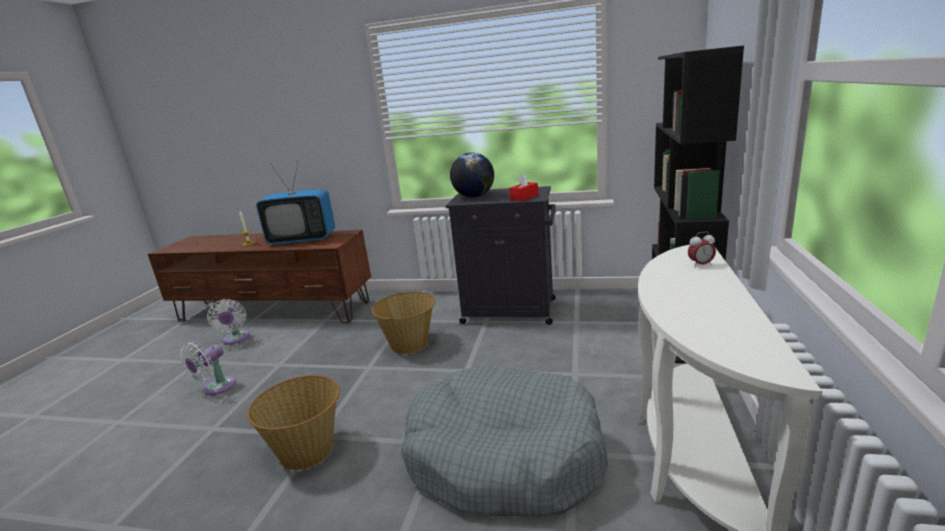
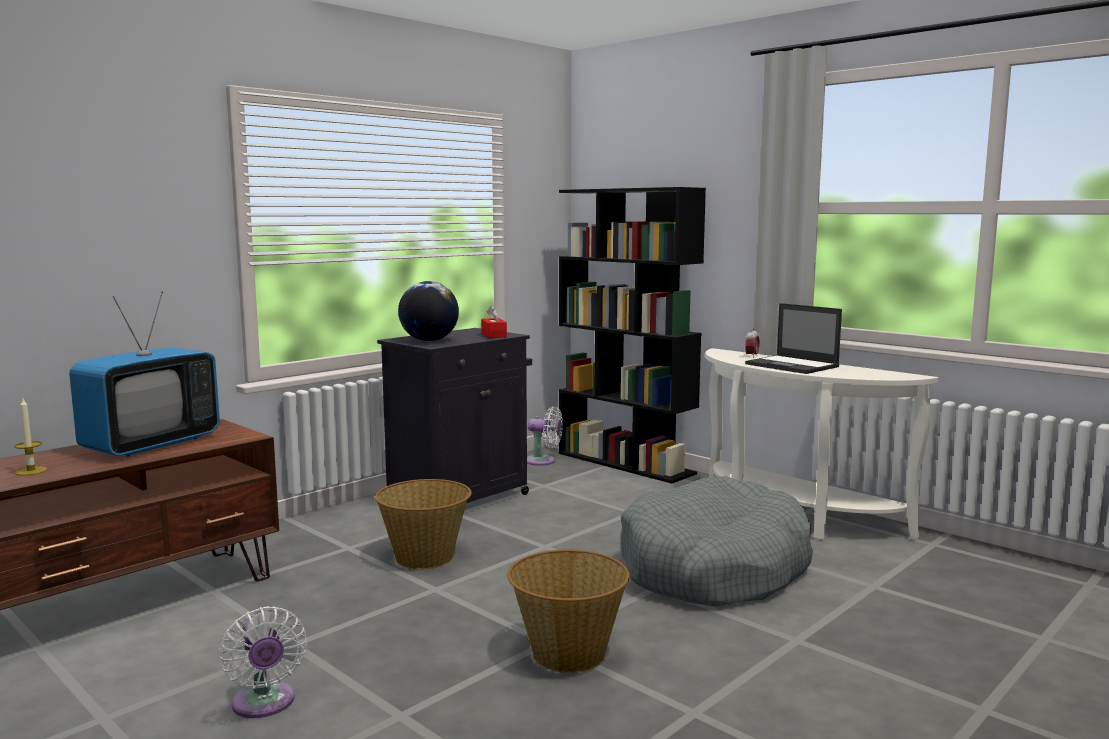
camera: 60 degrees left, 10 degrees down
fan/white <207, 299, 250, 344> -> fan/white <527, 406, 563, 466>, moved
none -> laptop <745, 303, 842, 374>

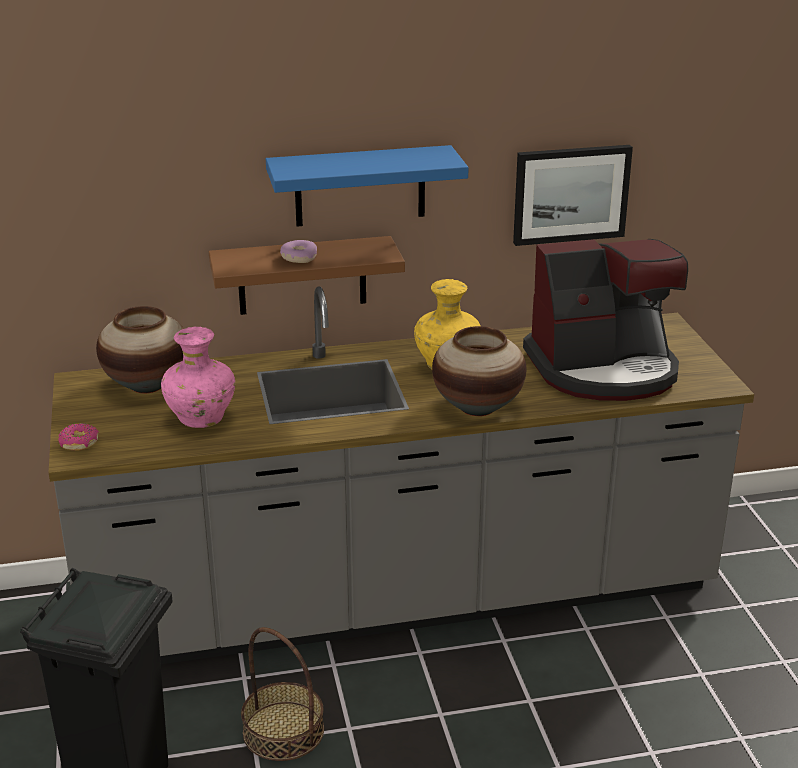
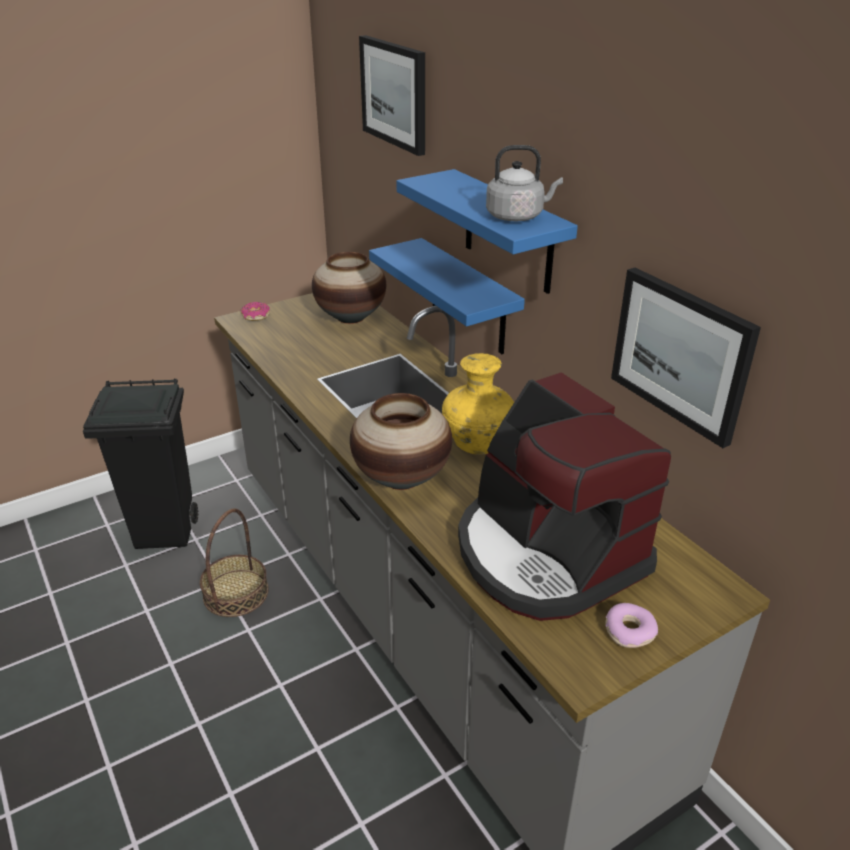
camera: 70 degrees right, 5 degrees up
vase/pink <161, 326, 235, 428> -> none
shelf/brown <209, 236, 405, 315> -> shelf/blue <369, 238, 525, 354>
donut <280, 240, 317, 263> -> donut <606, 603, 658, 648>, moved
none -> picture <359, 35, 425, 156>
none -> kettle/grey <486, 145, 563, 221>

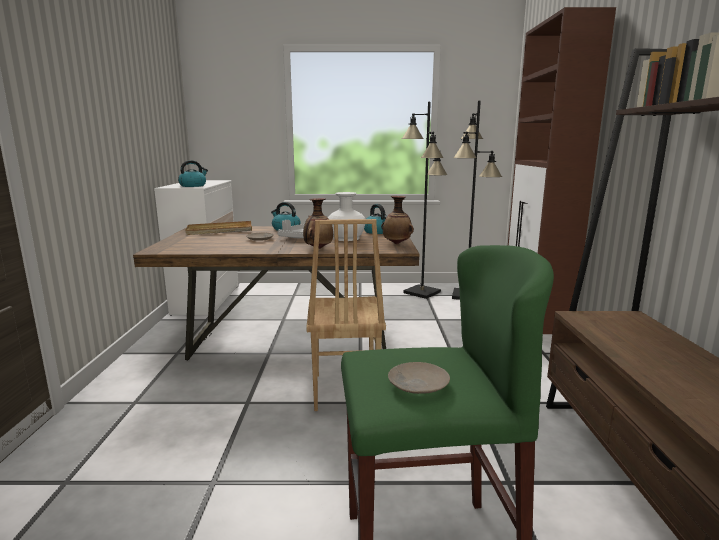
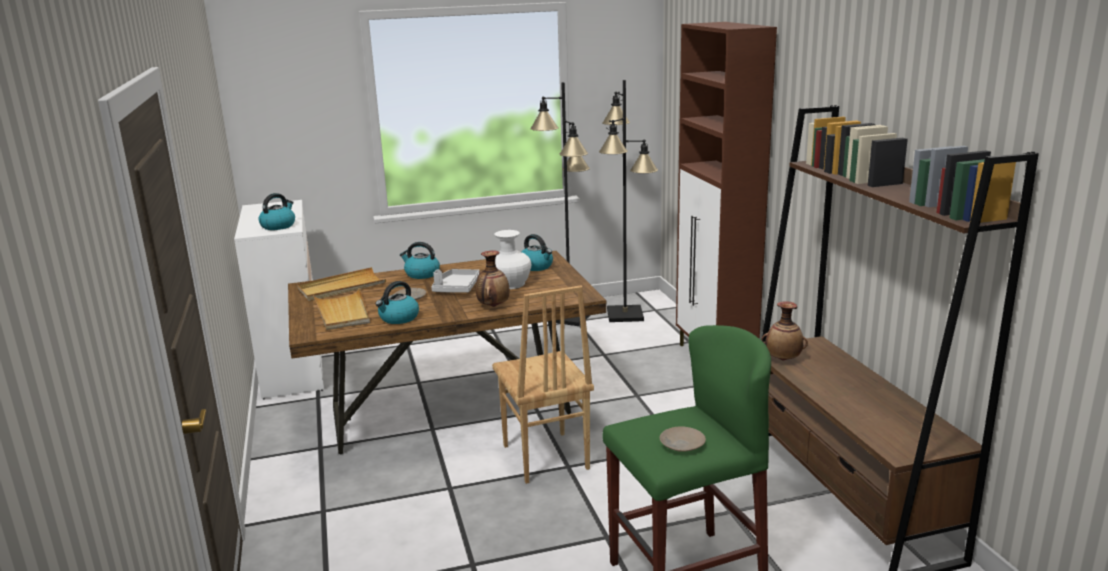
camera: 15 degrees left, 5 degrees up
vase <381, 196, 414, 244> -> vase <762, 301, 808, 361>, moved
none -> tray/beige <313, 288, 370, 330>
none -> kettle <375, 281, 419, 324>

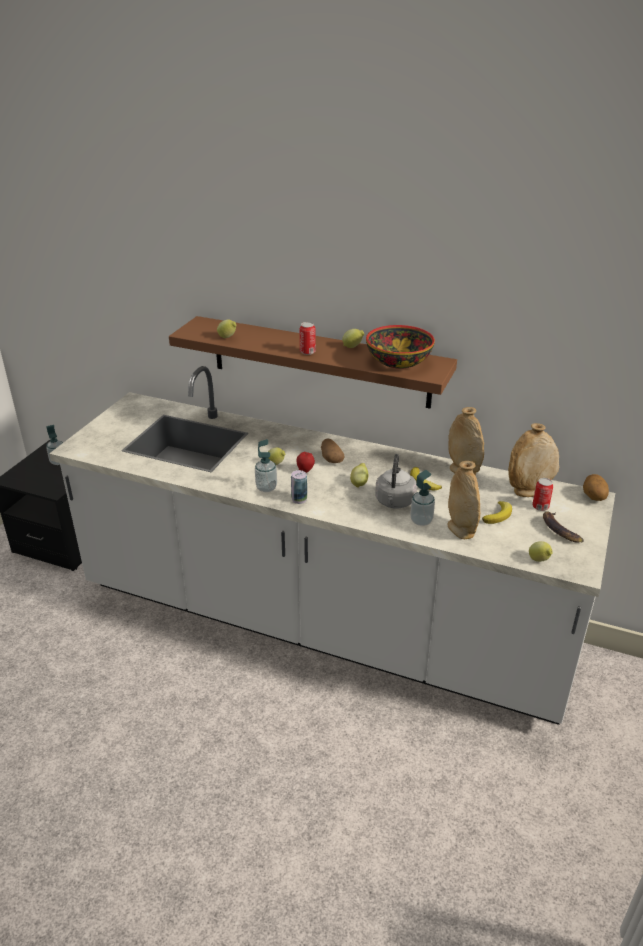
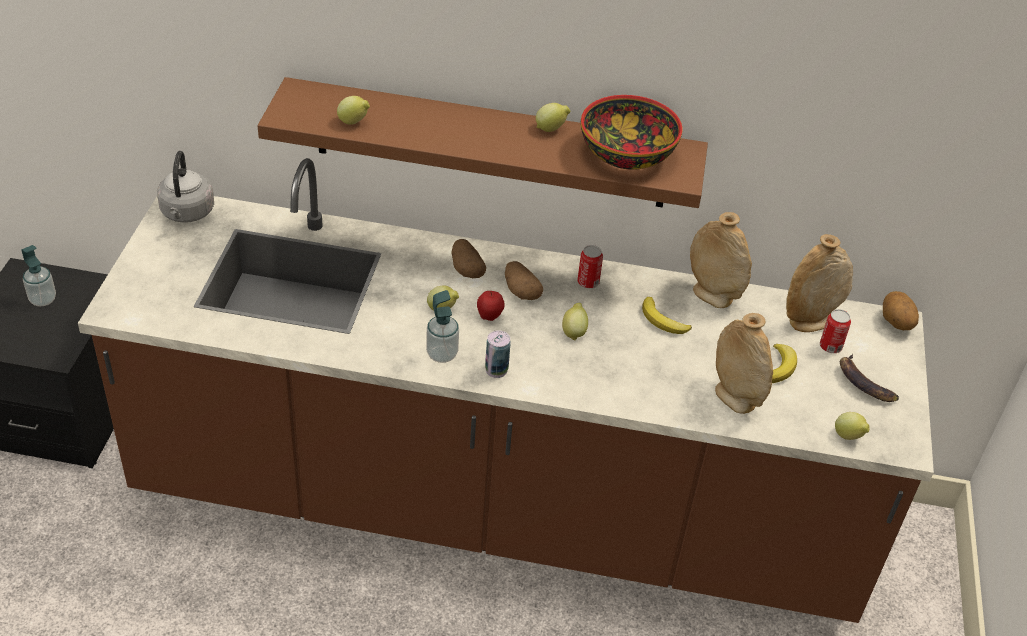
camera: 15 degrees left, 10 degrees up
counter/white <49, 366, 615, 725> -> counter/brown <78, 158, 934, 623>
can <300, 322, 316, 355> -> can <578, 245, 603, 288>, moved
kettle/grey <375, 454, 417, 508> -> kettle/grey <157, 151, 214, 223>, moved
soap dispenser <410, 470, 435, 526> -> none
none -> potato <451, 239, 486, 278>

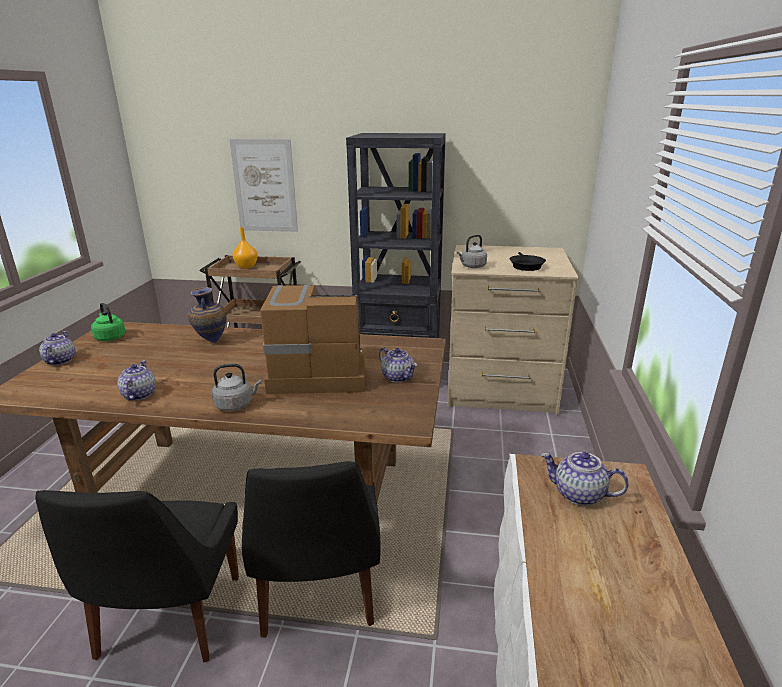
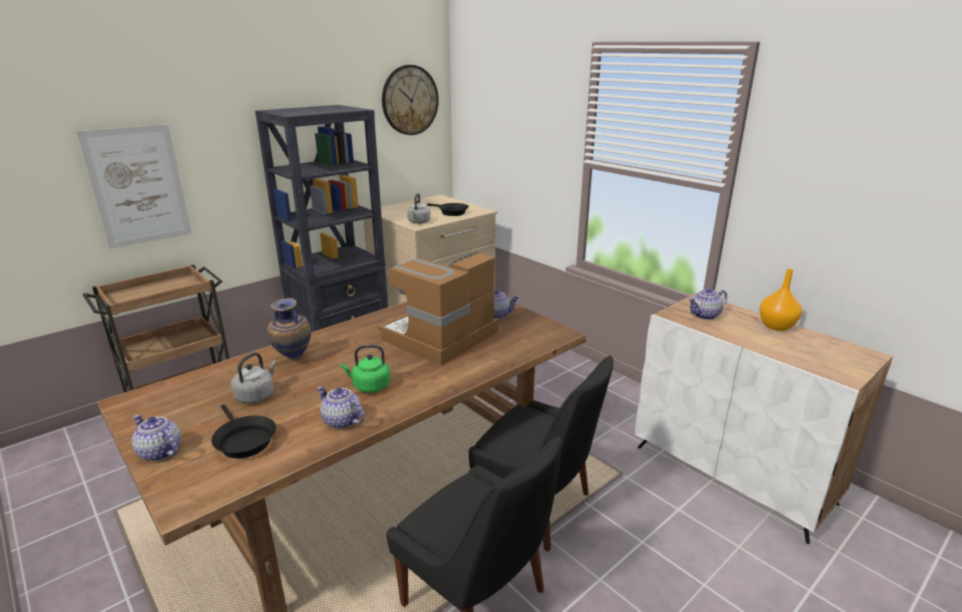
camera: 50 degrees left, 0 degrees up
kettle/green <91, 303, 125, 341> -> kettle/green <341, 345, 390, 393>, moved
kettle/grey <211, 364, 261, 411> -> kettle/grey <231, 352, 276, 403>, moved
vase/orange <233, 227, 258, 269> -> vase/orange <759, 269, 802, 331>, moved
none -> frying pan/black <211, 405, 276, 458>
none -> wall clock <382, 65, 439, 135>

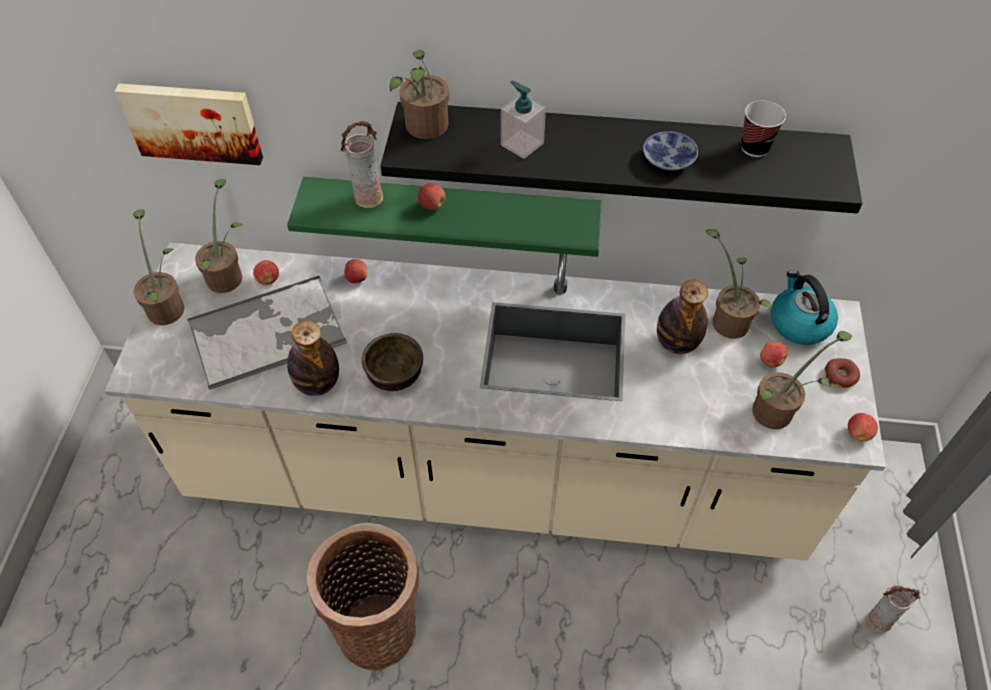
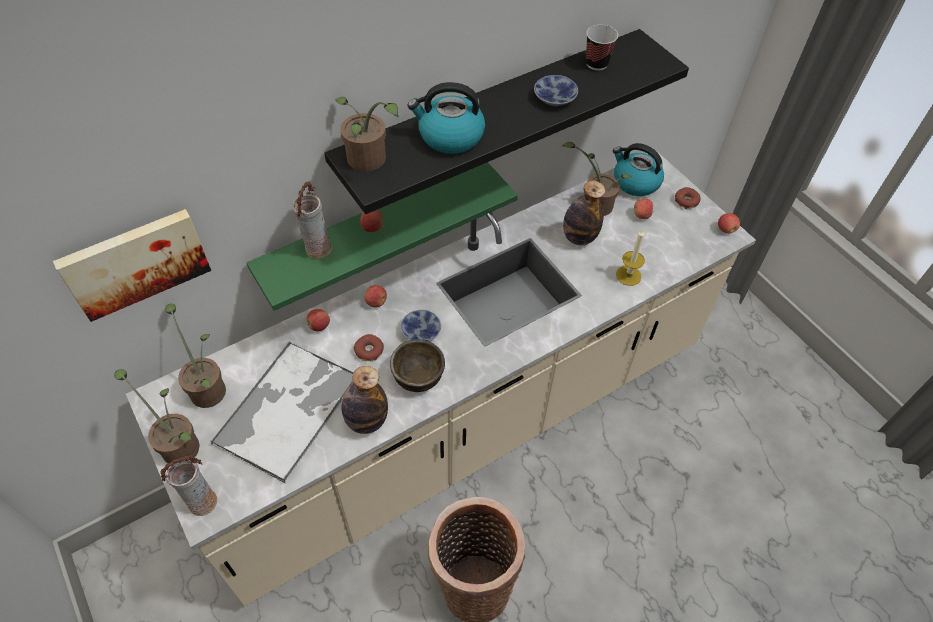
camera: 40 degrees left, 0 degrees up
apple <253, 260, 279, 285> -> apple <364, 285, 387, 308>, moved
soap dispenser <501, 81, 546, 159> -> kettle <408, 82, 485, 154>
potted plant <752, 331, 852, 429> -> none
vase <868, 584, 920, 632> -> vase <160, 455, 217, 516>, moved
none -> donut <354, 334, 384, 361>
none -> bowl <401, 310, 441, 342>
none -> candle <616, 229, 645, 286>

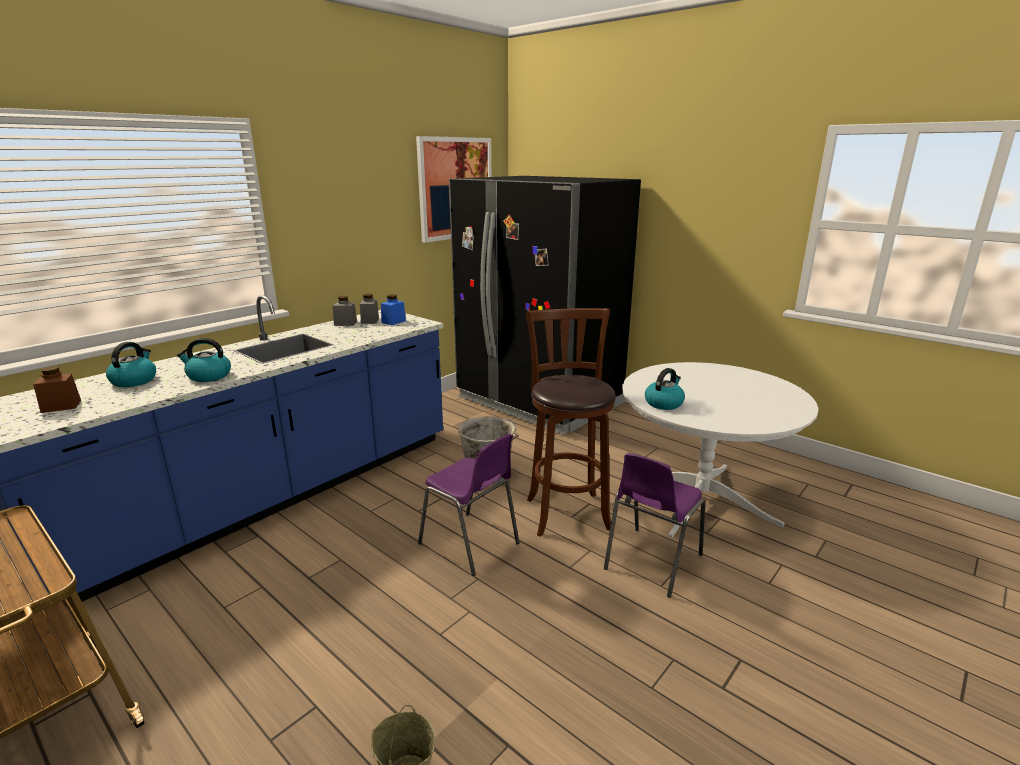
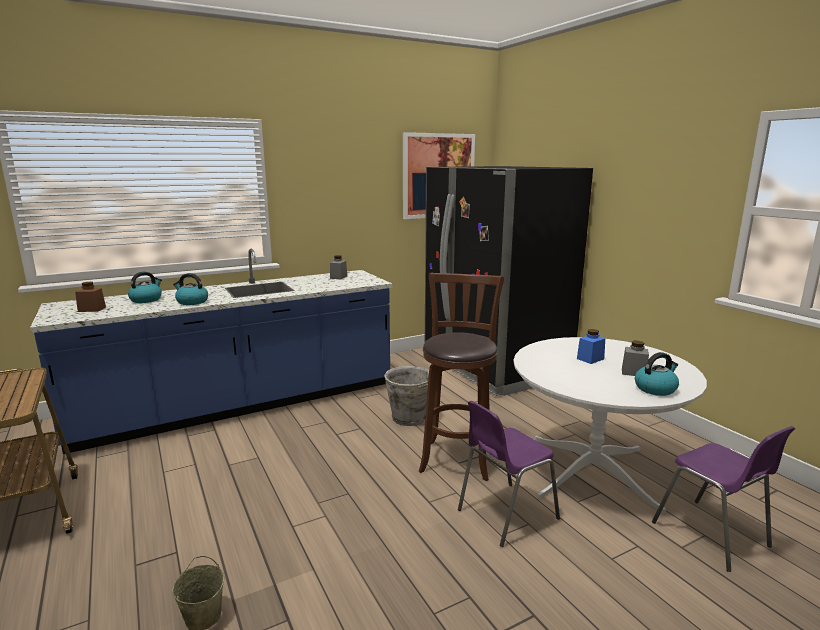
camera: 20 degrees right, 5 degrees down
jar/grey <333, 296, 357, 326> -> jar/grey <622, 341, 649, 376>, moved
jar/blue <381, 294, 406, 325> -> jar/blue <577, 329, 605, 364>, moved
chair/purple <418, 434, 519, 576> -> chair/purple <652, 426, 795, 572>, moved
kettle <645, 368, 685, 410> -> kettle <635, 352, 679, 396>, moved

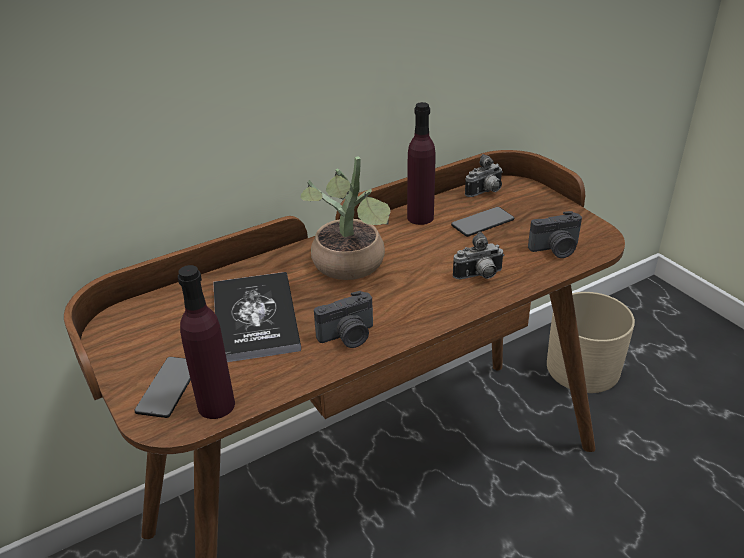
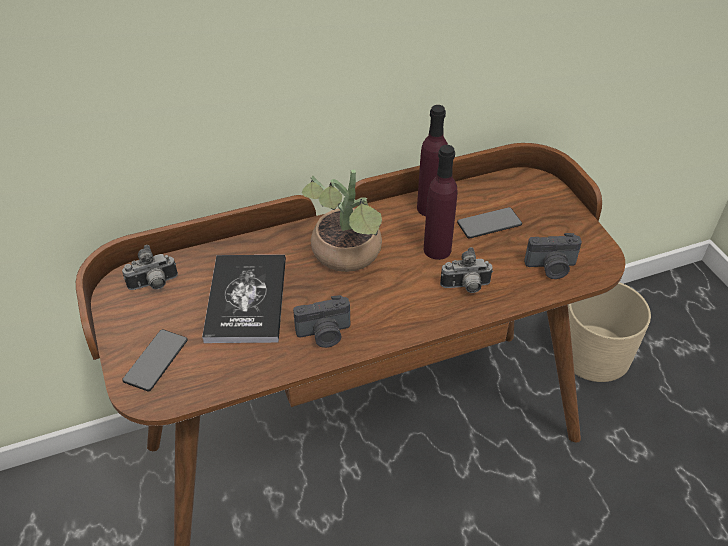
camera: 10 degrees right, 10 degrees up
bottle/purple <178, 265, 235, 419> -> bottle/purple <424, 145, 458, 260>, moved
photo camera <465, 154, 503, 197> -> photo camera <122, 245, 178, 290>, moved

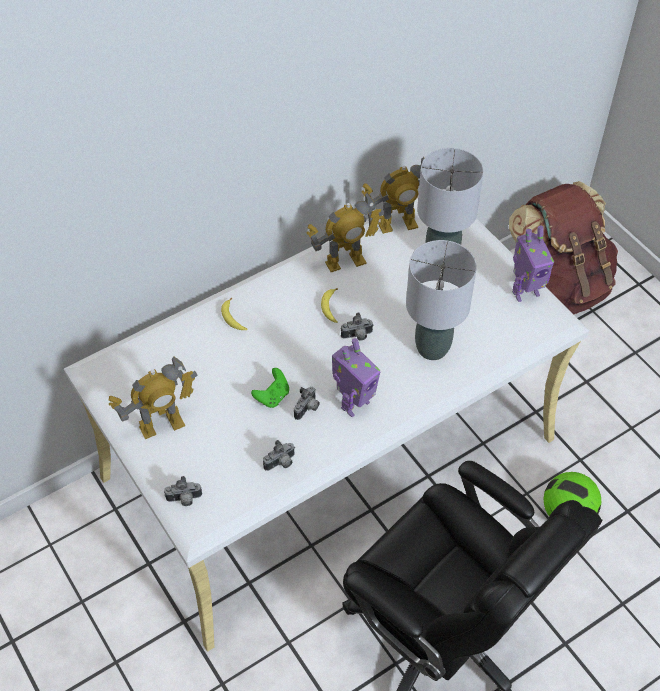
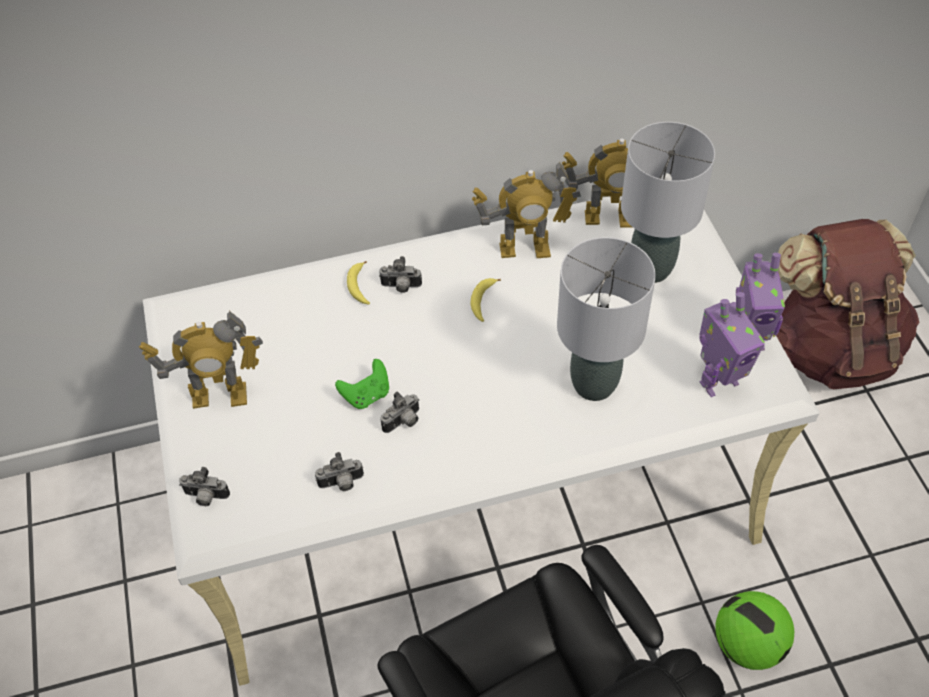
camera: 20 degrees right, 0 degrees up
toy robot <332, 338, 380, 417> -> toy robot <699, 292, 765, 397>, moved
photo camera <341, 312, 373, 341> -> photo camera <379, 256, 422, 293>, moved

